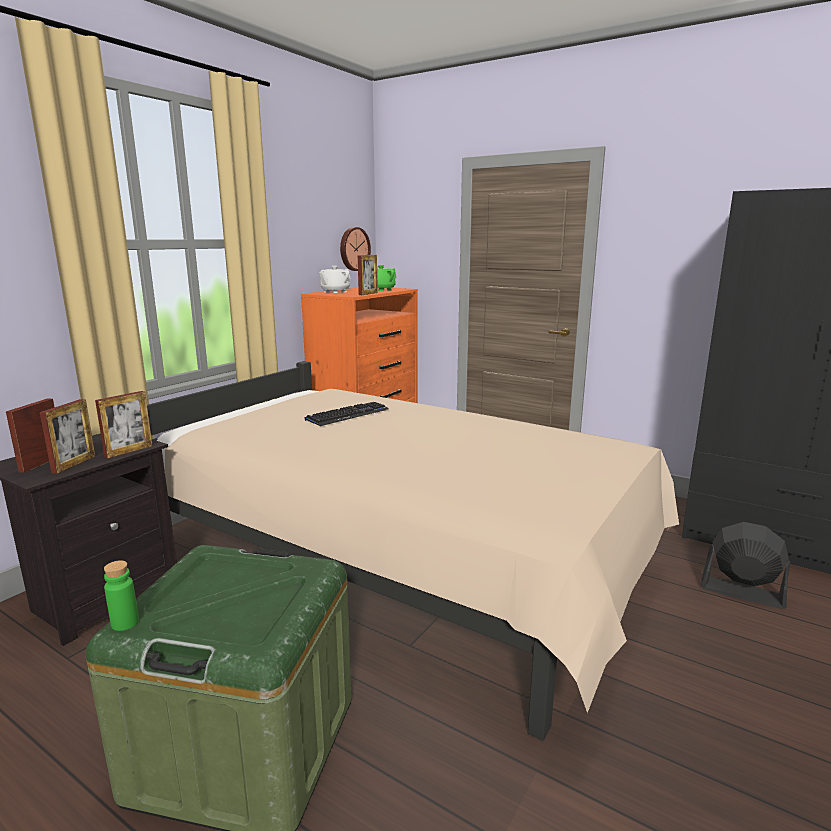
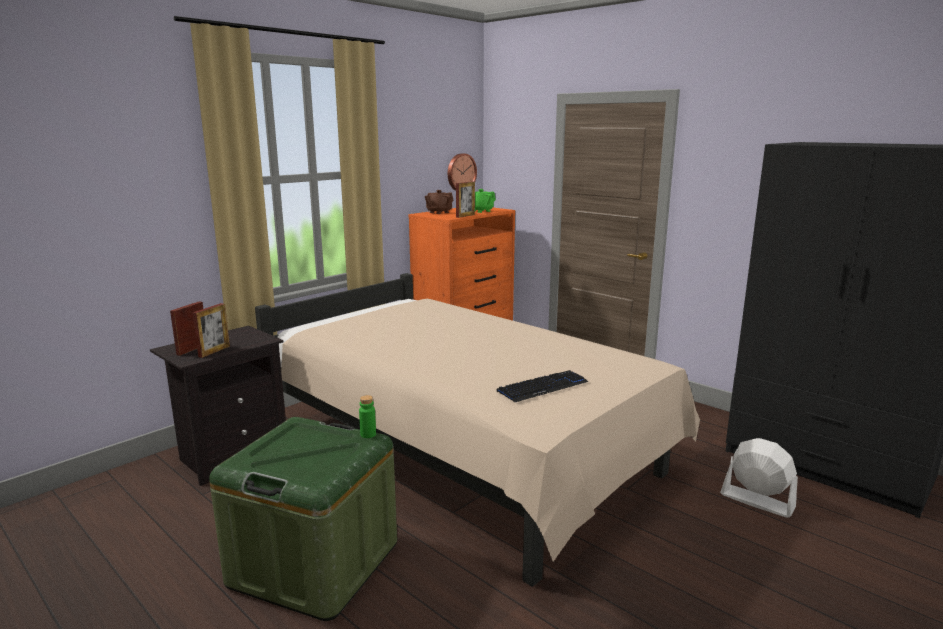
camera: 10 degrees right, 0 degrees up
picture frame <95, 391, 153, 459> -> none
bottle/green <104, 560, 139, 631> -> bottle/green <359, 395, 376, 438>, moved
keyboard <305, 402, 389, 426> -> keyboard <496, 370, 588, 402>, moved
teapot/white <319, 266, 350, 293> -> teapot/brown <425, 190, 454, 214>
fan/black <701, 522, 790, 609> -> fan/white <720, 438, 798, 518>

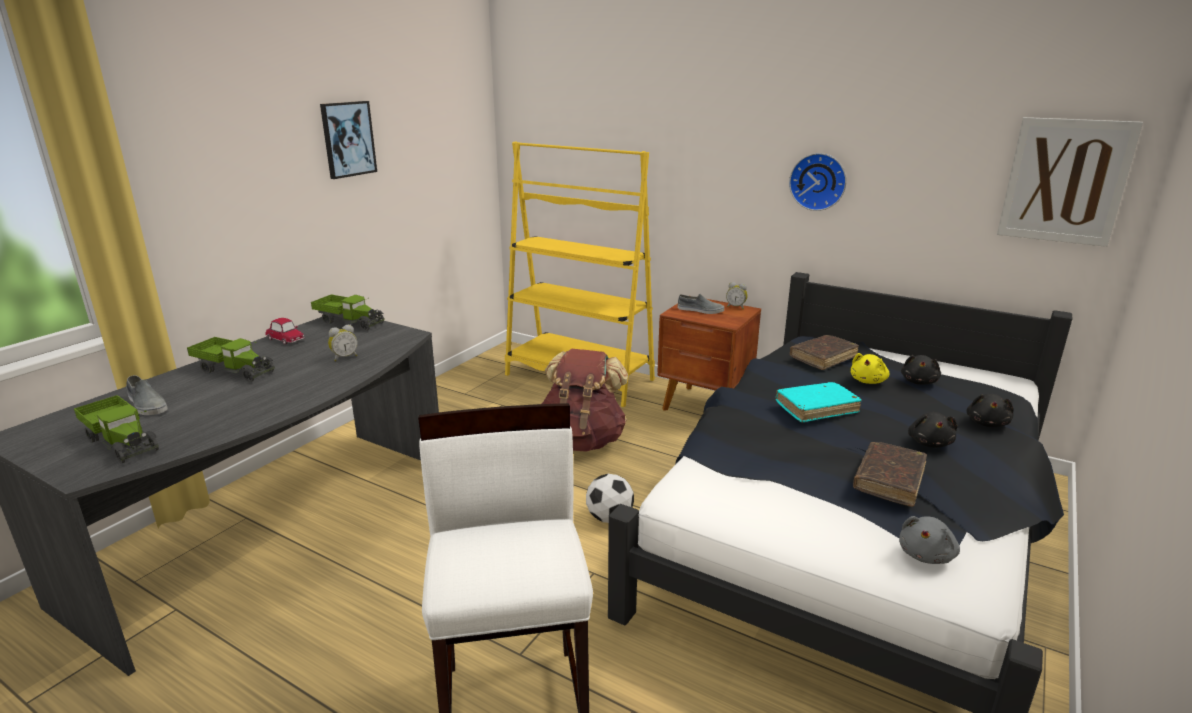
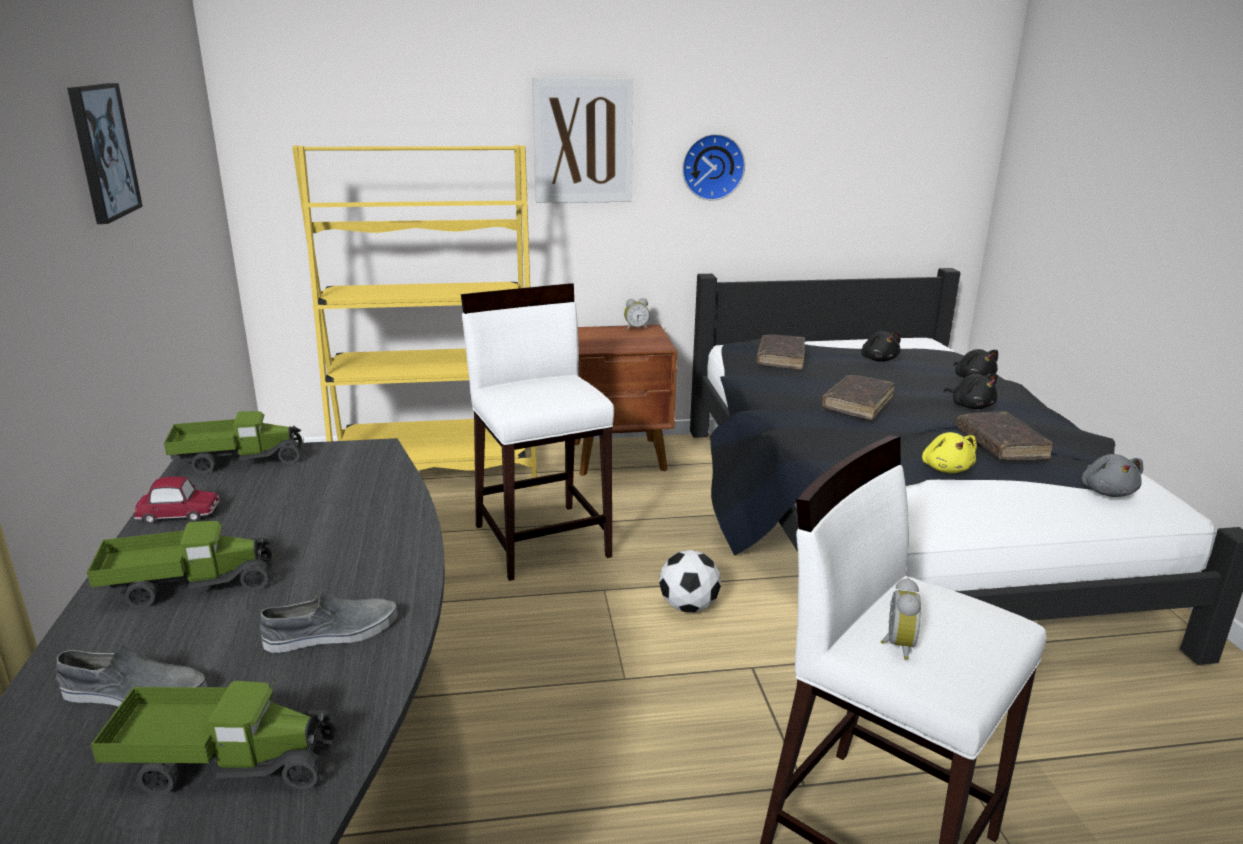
camera: 40 degrees left, 0 degrees up
alarm clock <328, 325, 358, 361> -> alarm clock <881, 578, 921, 660>, moved
backpack/brown <541, 349, 628, 452> -> stool/white <461, 283, 614, 581>
shoe/grey <678, 294, 724, 314> -> shoe/grey <260, 591, 397, 653>, moved
book/turquoise <776, 382, 862, 422> -> book/brown <822, 375, 895, 420>
plush toy/yellow <851, 353, 889, 384> -> plush toy/yellow <922, 432, 977, 473>, moved
picture <997, 117, 1143, 247> -> picture <532, 77, 634, 203>, moved

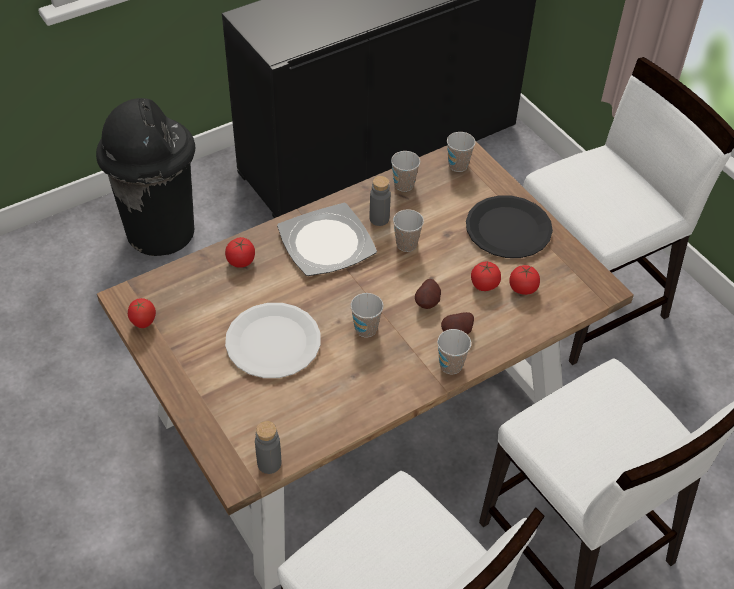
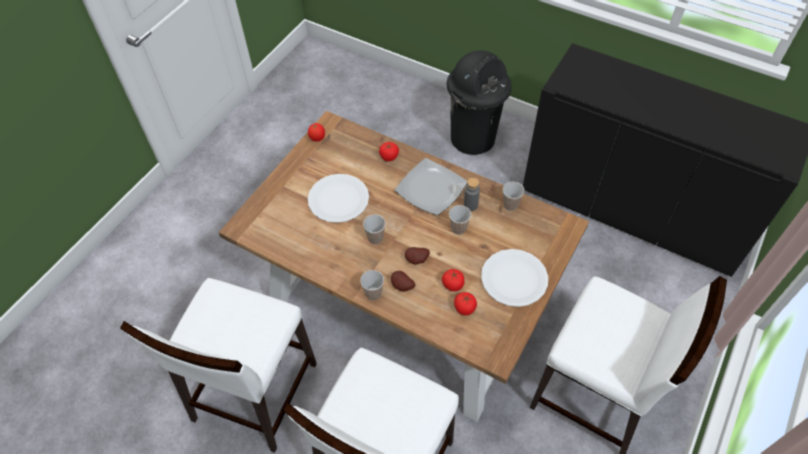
camera: 65 degrees right, 5 degrees up
bottle/grey <255, 421, 281, 474> -> none
cup <447, 132, 476, 172> -> none
plate/black <466, 195, 553, 258> -> plate/white <481, 249, 548, 307>

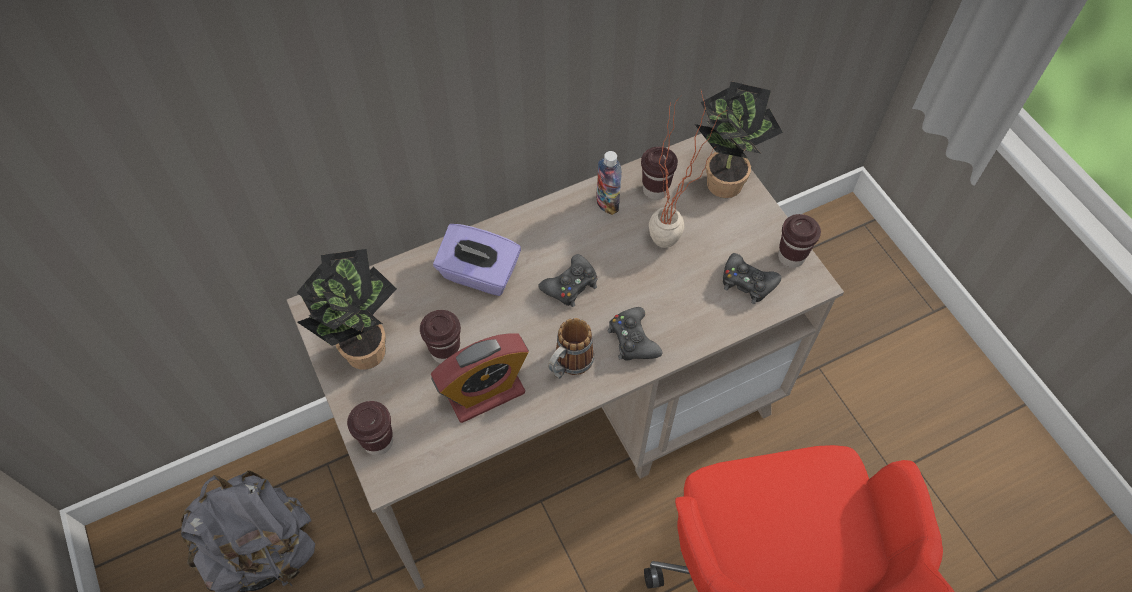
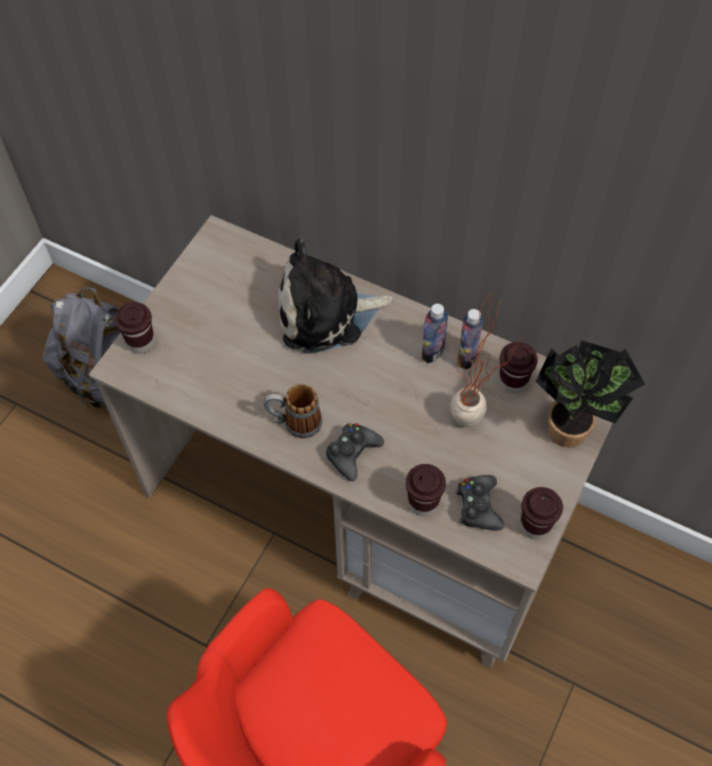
camera: 55 degrees right, 0 degrees up
potted plant <297, 249, 397, 370> -> none
cup/brown <420, 310, 461, 363> -> cup/brown <406, 464, 446, 516>, moved
alarm clock <431, 333, 529, 423> -> none
tissue box/purple <433, 224, 521, 296> -> plush toy <278, 239, 393, 353>
game controller/black <538, 254, 598, 307> -> none
none -> bottle <422, 304, 448, 363>

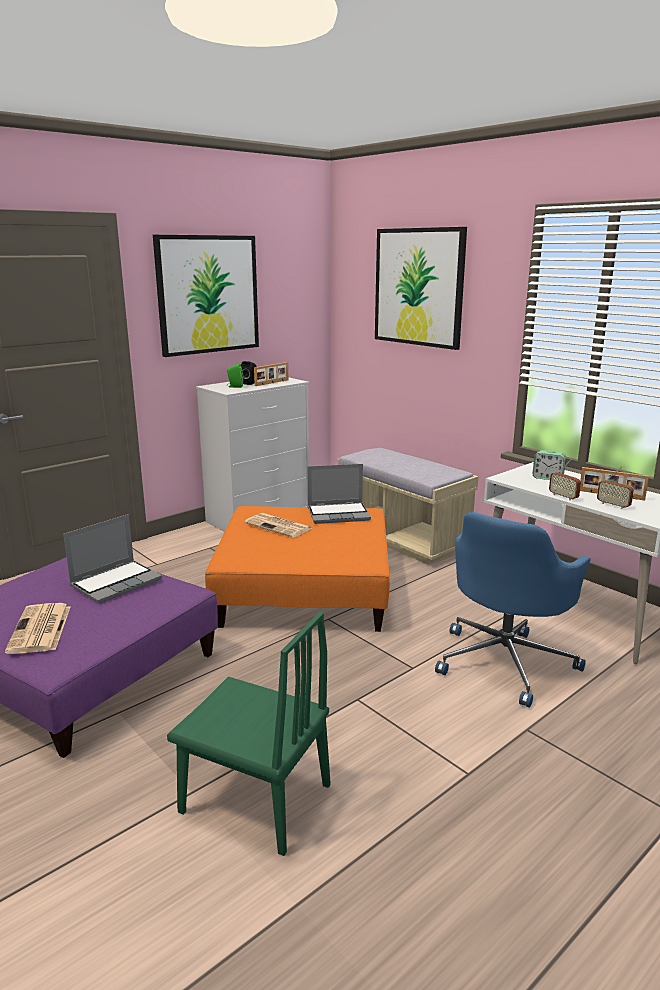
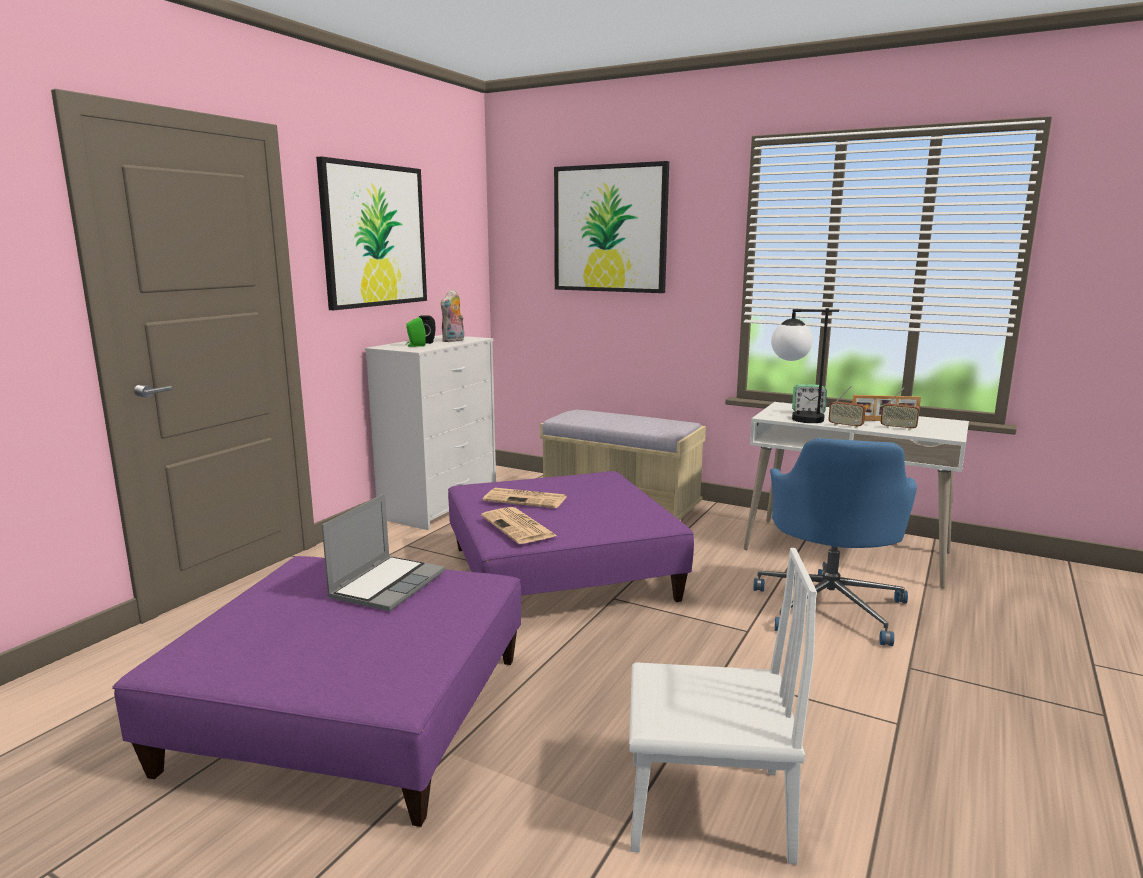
camera: 20 degrees left, 5 degrees down
newspaper <5, 603, 70, 654> -> newspaper <481, 507, 557, 544>, moved
chair/green <167, 612, 331, 856> -> chair/white <629, 548, 817, 865>
ottoman/orange <205, 506, 390, 632> -> ottoman/purple <448, 471, 694, 602>
picture frame <254, 362, 288, 386> -> plush toy <441, 290, 464, 342>
laptop <307, 464, 371, 524> -> none
none -> table lamp <771, 308, 839, 423>

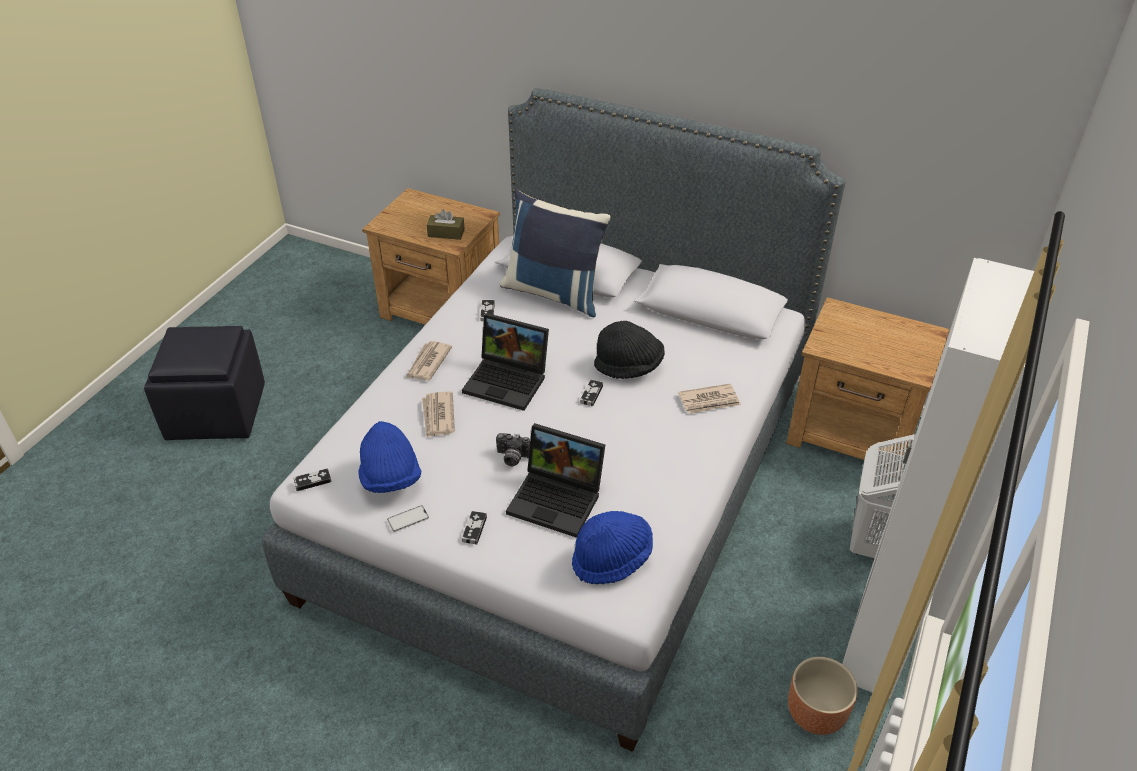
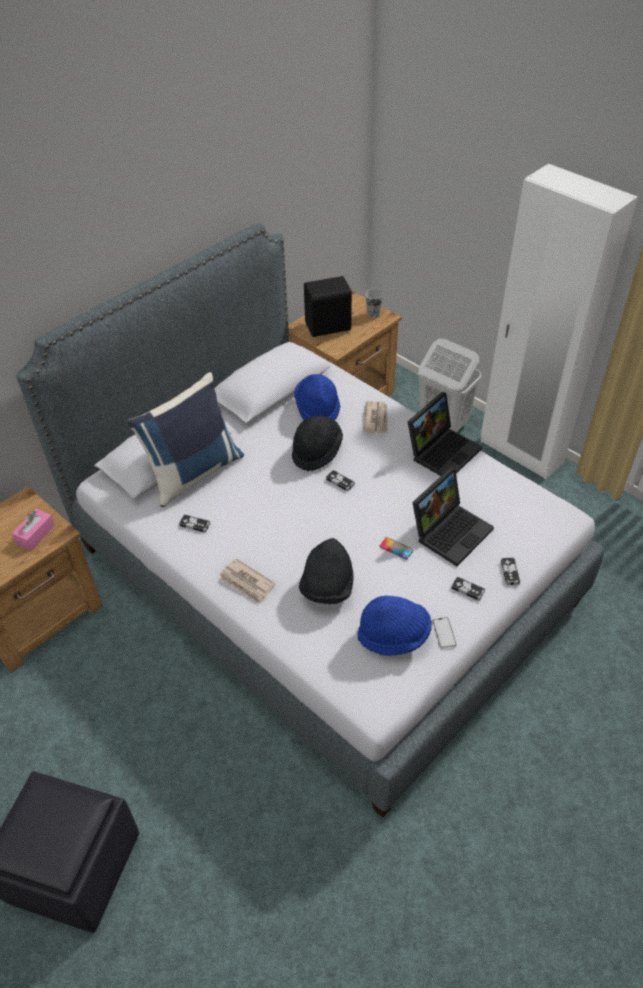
camera: 70 degrees left, 5 degrees up
game controller <294, 468, 332, 491> -> game controller <501, 558, 520, 585>, moved
newspaper <422, 391, 455, 438> -> hat/black <299, 538, 354, 604>
tissue box/brown <427, 209, 465, 240> -> tissue box/pink <11, 509, 55, 550>
laptop <462, 313, 549, 411> -> laptop <407, 392, 482, 476>, moved
photo camera <496, 433, 530, 466> -> phone <379, 537, 414, 560>
hat/blue <572, 511, 653, 584> -> hat/blue <294, 374, 341, 420>, moved
planter/brown <788, 657, 858, 735> -> none
none -> speaker/black <304, 276, 354, 337>
none -> cup <366, 289, 383, 318>

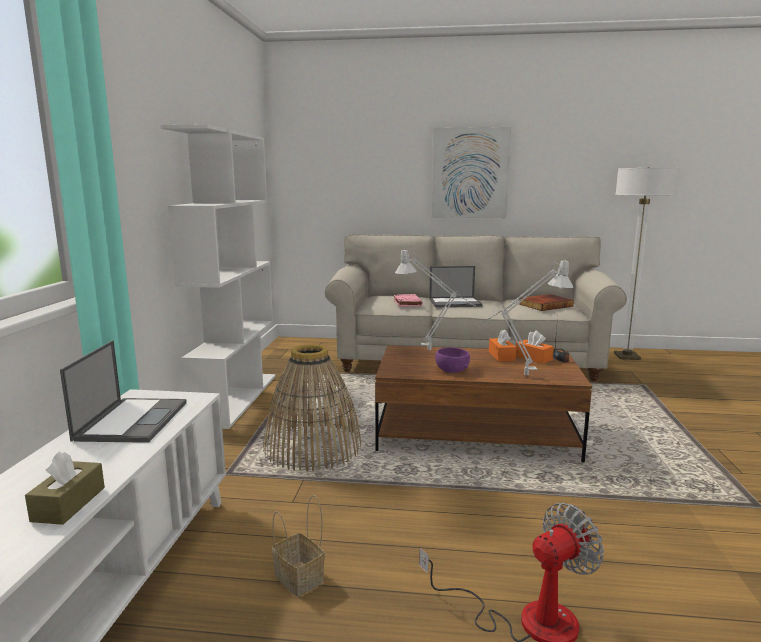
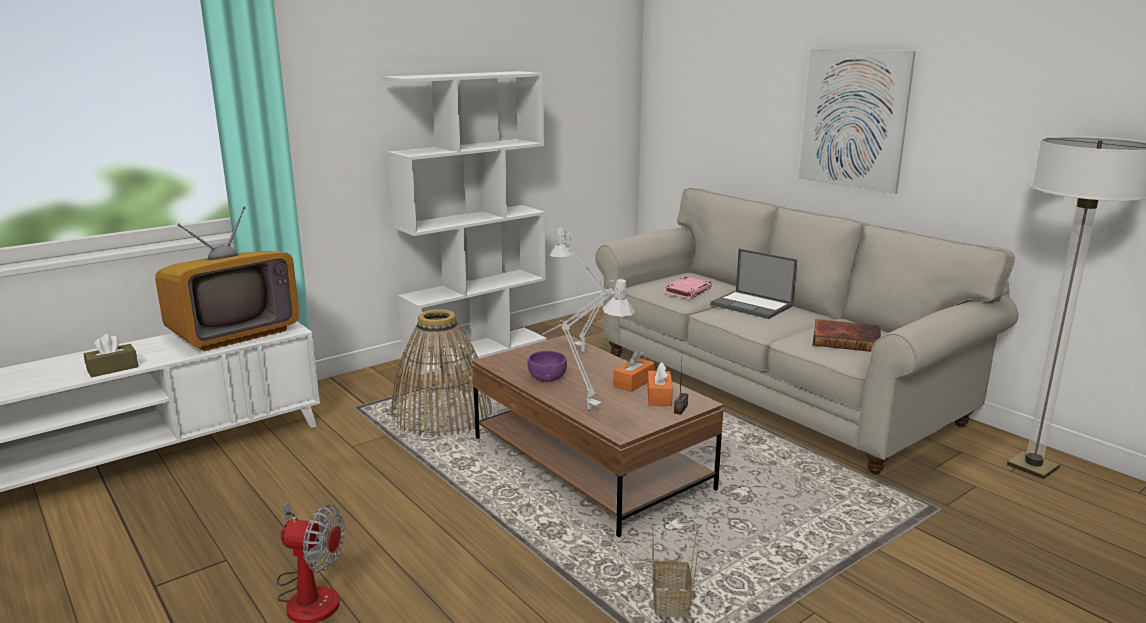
camera: 45 degrees right, 5 degrees up
laptop <60, 340, 187, 443> -> television <155, 206, 299, 351>
basket <272, 495, 325, 596> -> basket <652, 529, 699, 617>, moved

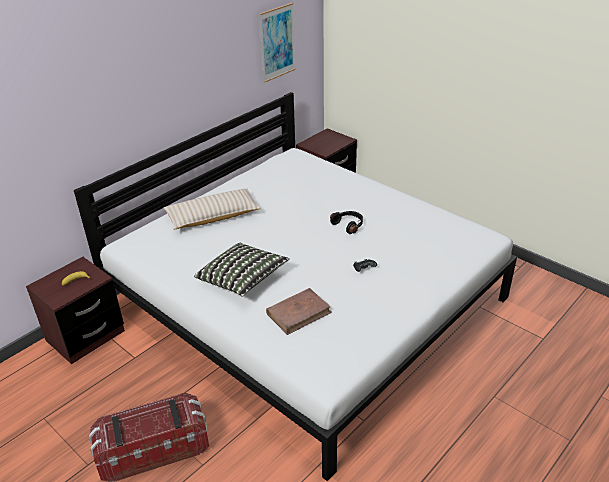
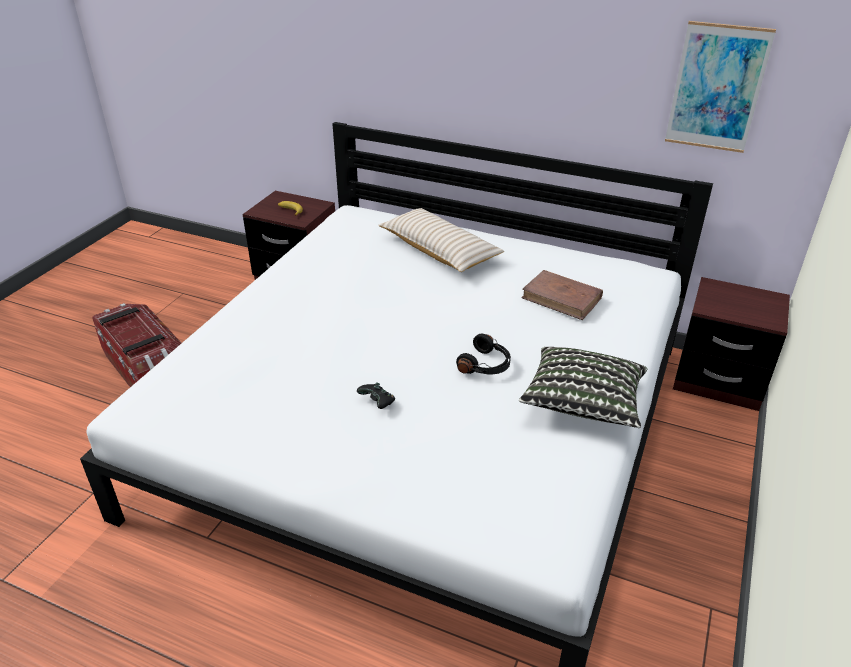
camera: 70 degrees right, 0 degrees up
pillow <194, 243, 290, 296> -> pillow <519, 347, 647, 428>, moved
book/brown <266, 288, 332, 335> -> book/brown <521, 270, 603, 320>, moved

